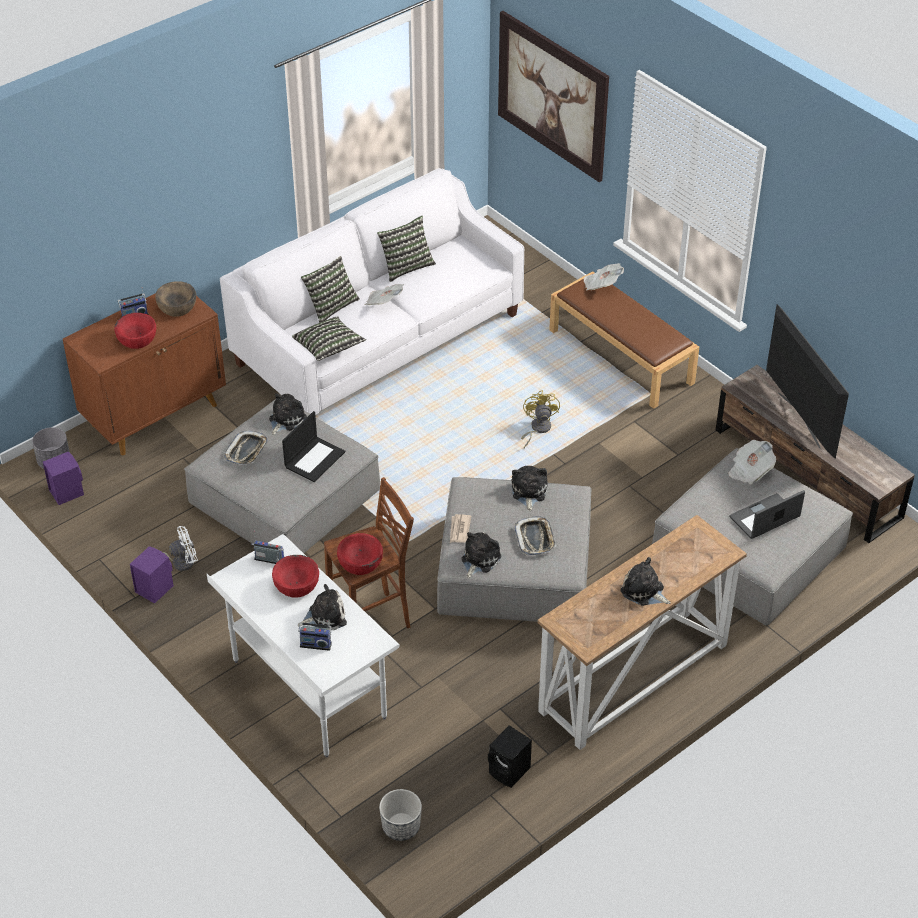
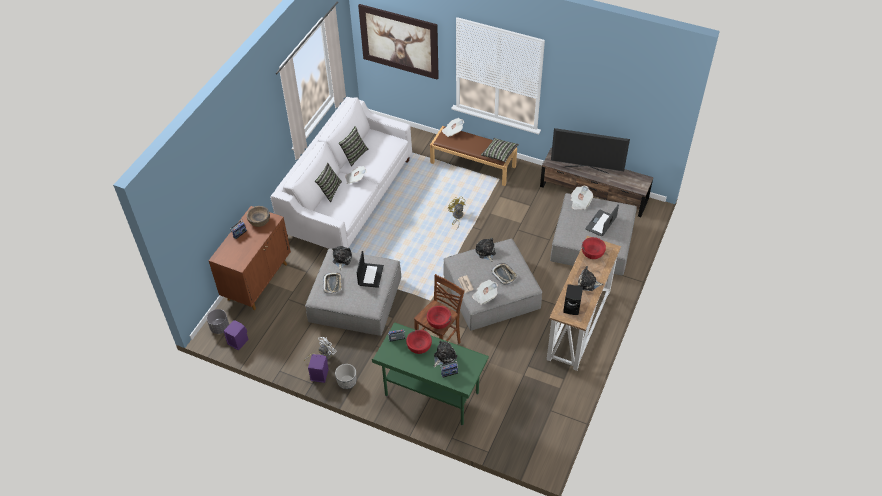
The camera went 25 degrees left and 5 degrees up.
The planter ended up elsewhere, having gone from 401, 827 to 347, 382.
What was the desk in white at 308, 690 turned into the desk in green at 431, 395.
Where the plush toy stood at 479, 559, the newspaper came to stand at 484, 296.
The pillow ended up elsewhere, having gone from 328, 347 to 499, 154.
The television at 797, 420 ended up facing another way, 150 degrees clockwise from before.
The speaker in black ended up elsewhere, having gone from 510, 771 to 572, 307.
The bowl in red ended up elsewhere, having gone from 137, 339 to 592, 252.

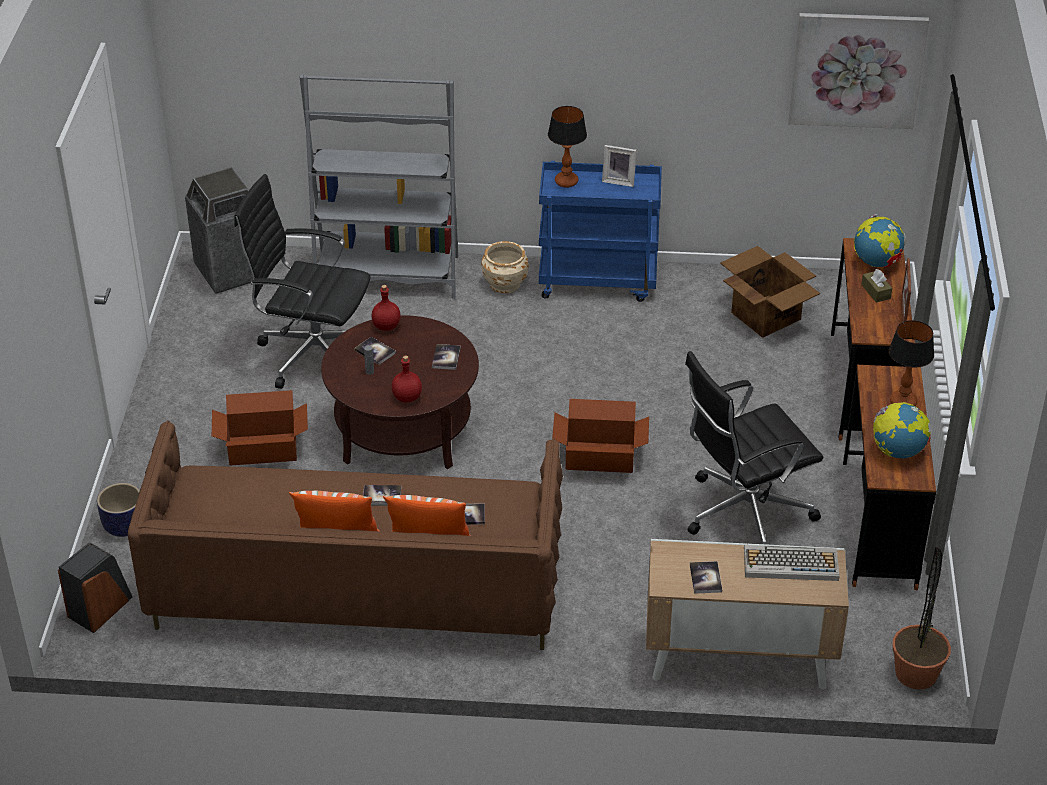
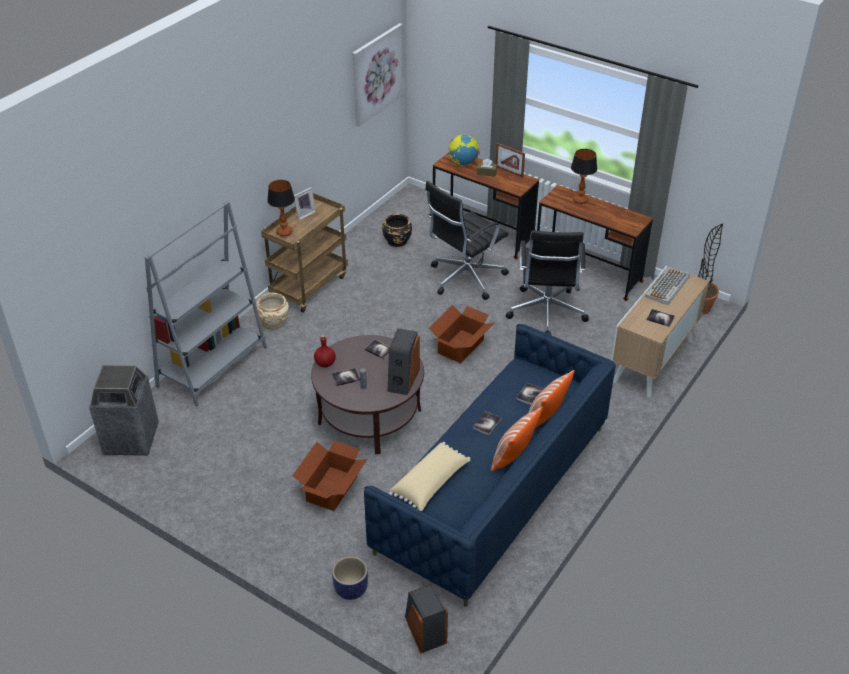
The camera went 60 degrees left and 0 degrees up.
What was the cart in blue at 598, 281 turned into the cart in brown at 309, 286.
What was the sofa in brown at 356, 584 turned into the sofa in blue at 493, 490.
Where the cardboard box stood at 765, 315, the planter in black came to stand at 397, 241.
Where the bottle in red stood at 407, 397, the speaker came to stand at 403, 379.
The second view gained the pillow in beige at 431, 483.
The office chair in black ended up elsewhere, having gone from 313, 353 to 465, 278.
The second view lost the globe at 898, 451.

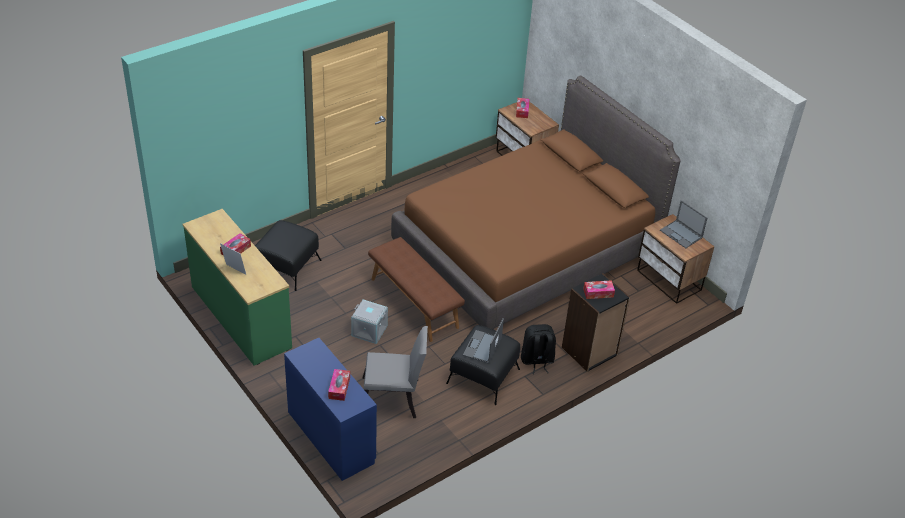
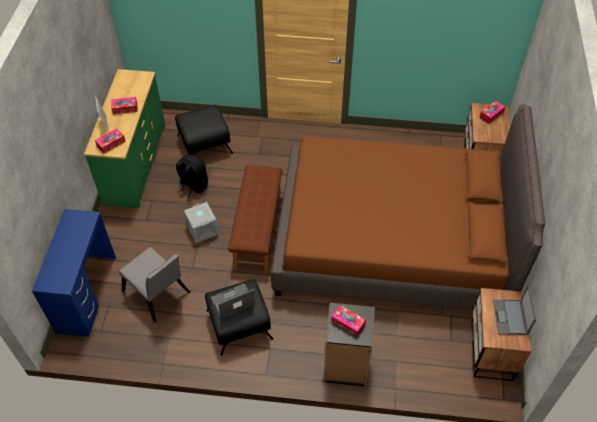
The camera went 45 degrees right and 10 degrees up.
The tissue box ended up elsewhere, having gone from 339, 388 to 111, 144.
The backpack in black ended up elsewhere, having gone from 537, 361 to 193, 185.

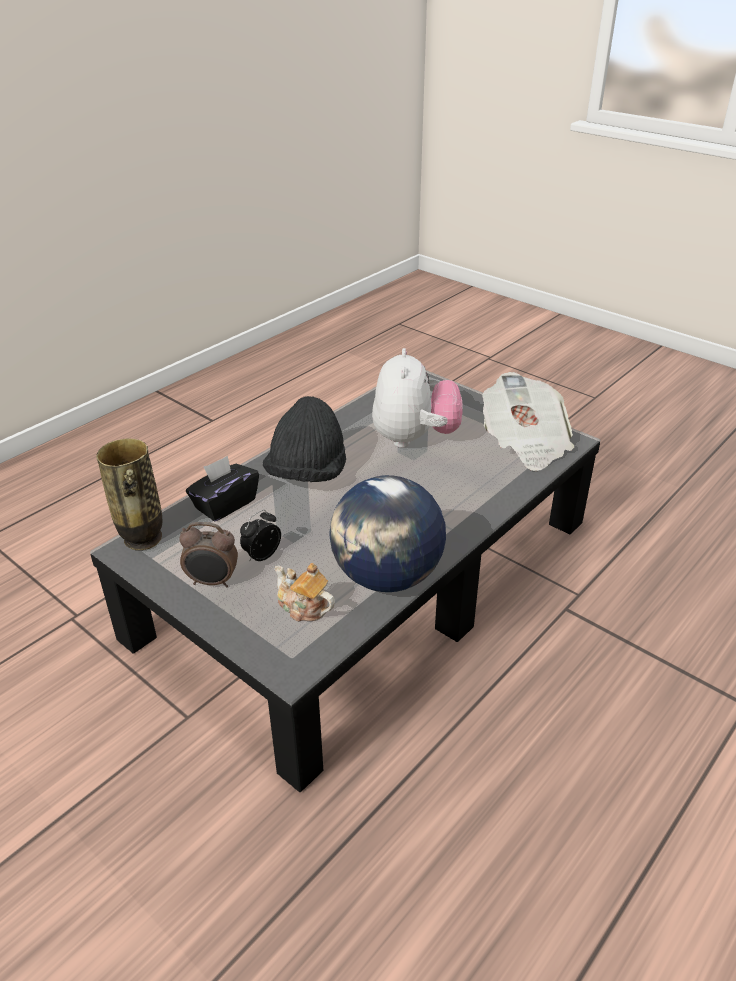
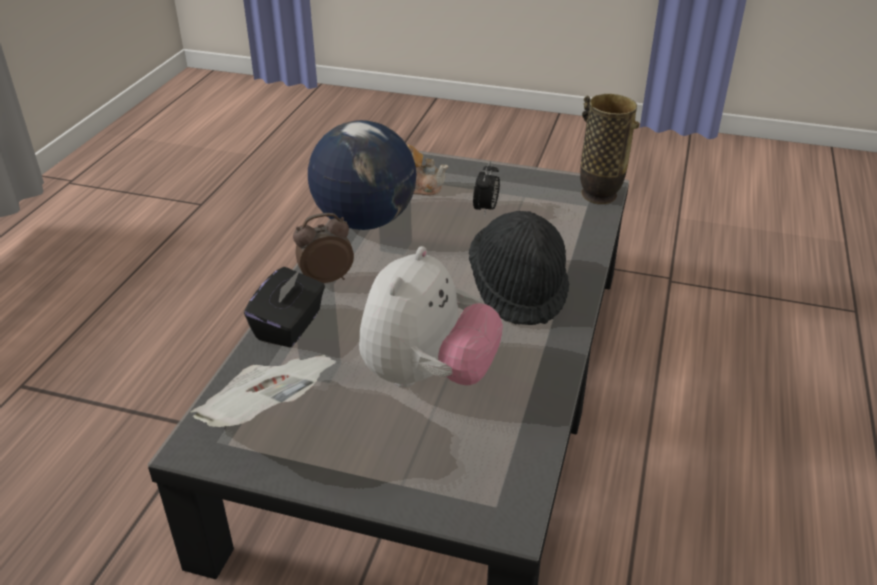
The camera went 155 degrees right and 0 degrees up.
The tissue box in black ended up elsewhere, having gone from 225, 504 to 289, 326.
The alarm clock ended up elsewhere, having gone from 212, 582 to 326, 279.
The plush toy at 414, 438 ended up facing another way, 135 degrees counterclockwise from before.

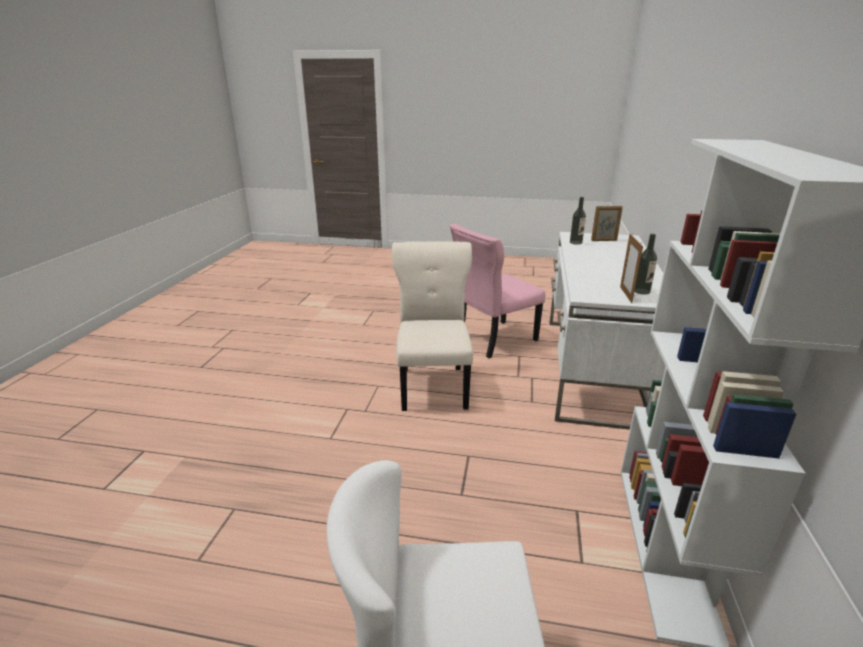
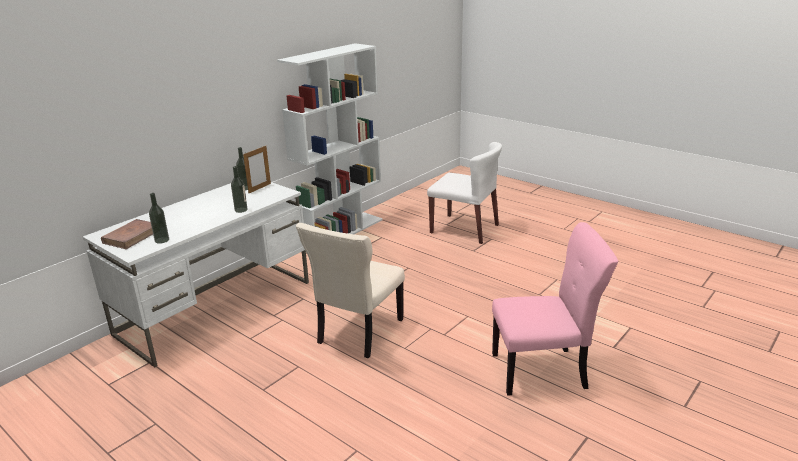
The camera went 150 degrees left and 0 degrees up.
Where the picture frame stood at 604, 240, the book in brown came to stand at 132, 236.
The second view gained the bottle at 241, 210.
The chair in pink ended up elsewhere, having gone from 493, 340 to 543, 371.

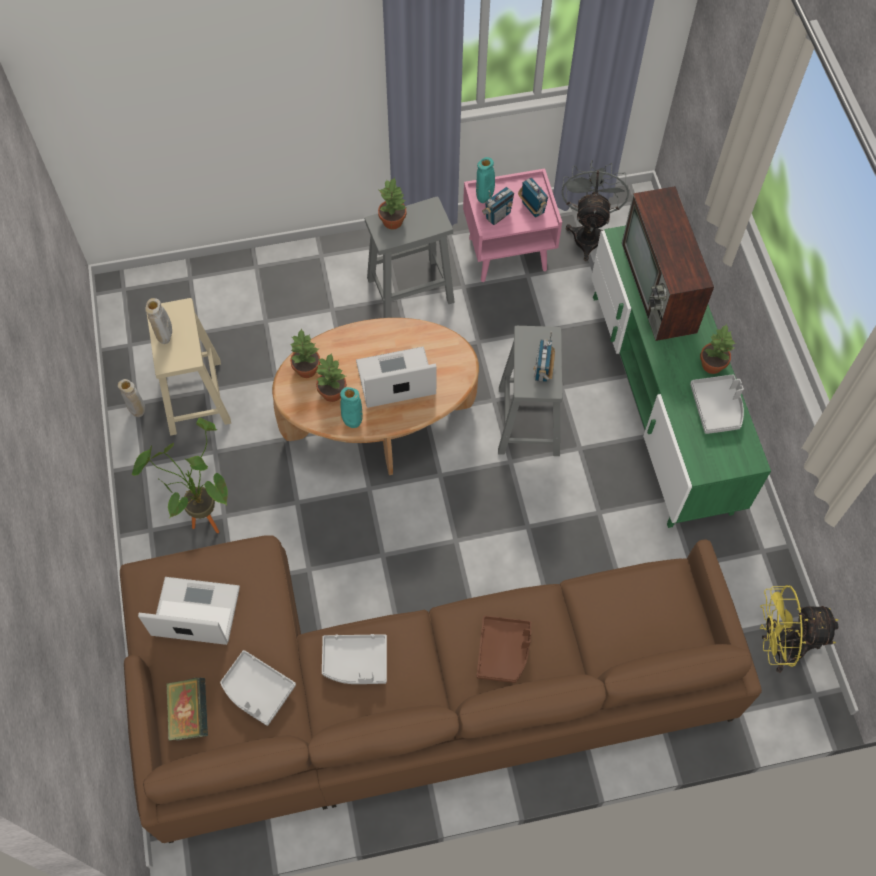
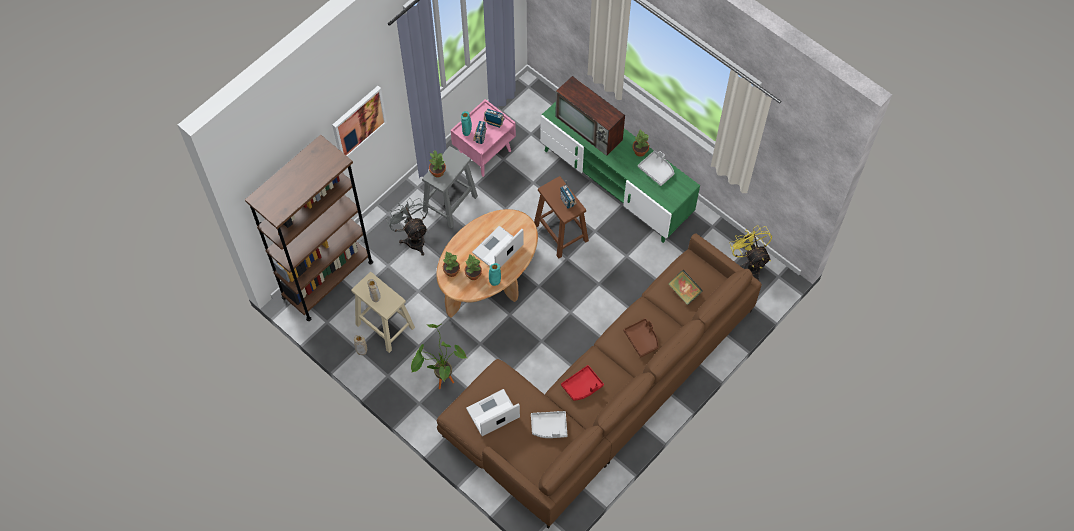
The camera went 35 degrees left and 0 degrees up.
The second view gained the bookcase in brown at 327, 279.
The second view gained the picture at 358, 122.
The fan in grey ended up elsewhere, having gone from 588, 233 to 413, 238.
What was the stool in grey at 529, 422 turned into the stool in brown at 561, 233.
What was the tray in grey at 355, 662 turned into the tray in red at 582, 386.
The book ended up elsewhere, having gone from 190, 714 to 684, 291.
The fan in yellow at 779, 646 ended up facing another way, 105 degrees clockwise from before.

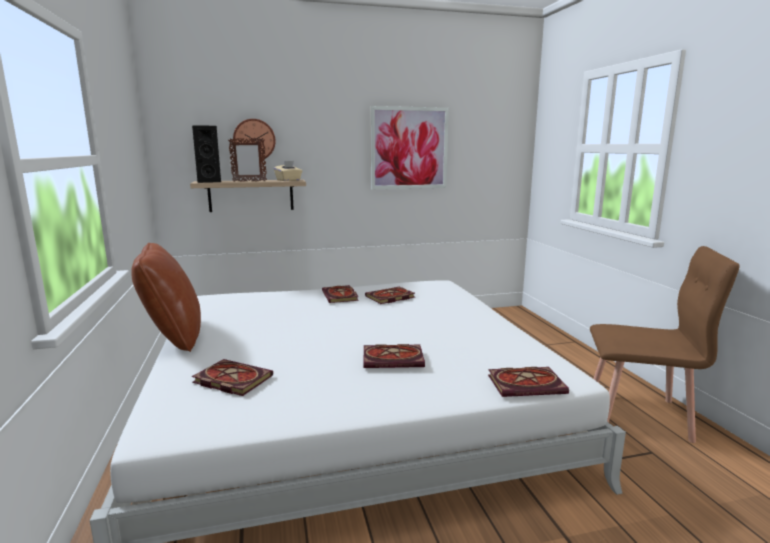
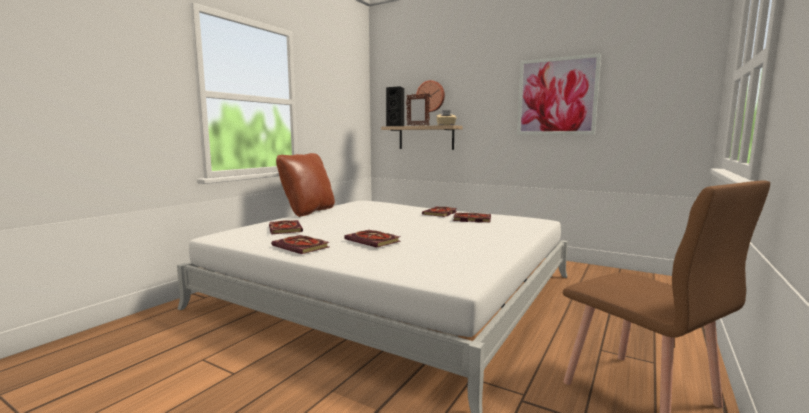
The camera went 45 degrees right and 5 degrees down.
The book ended up elsewhere, having gone from 527, 384 to 302, 247.

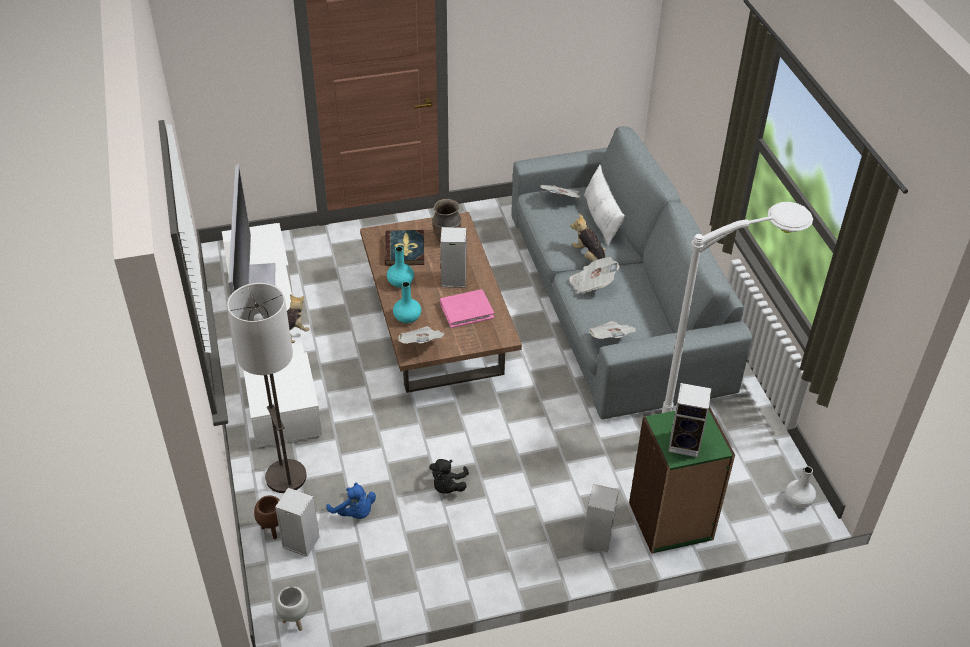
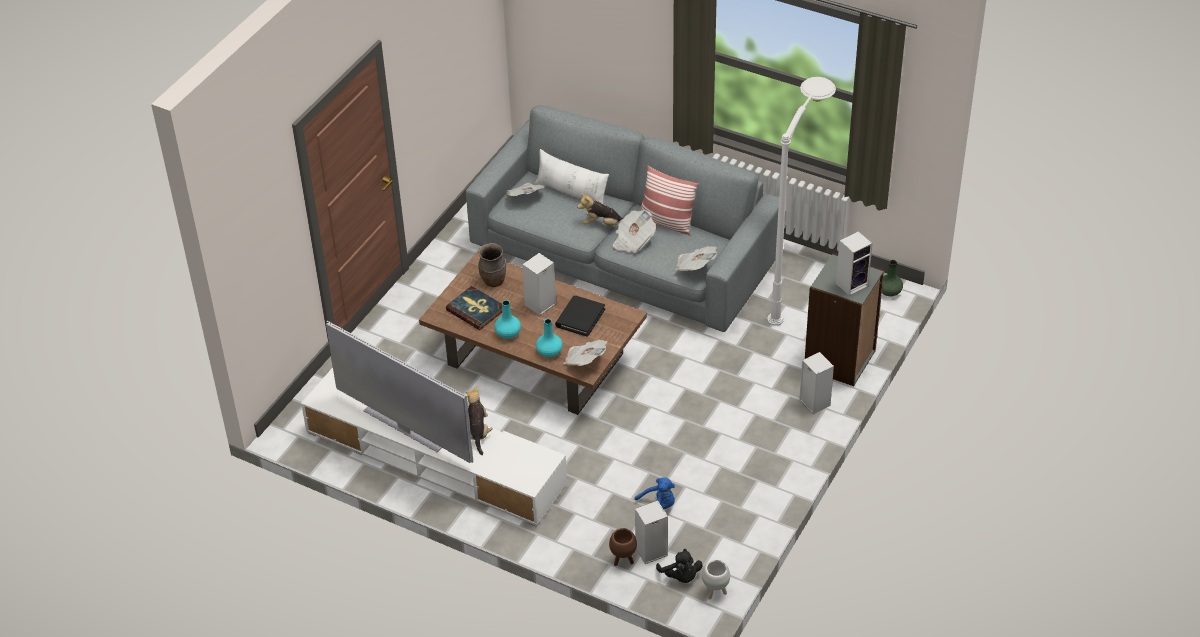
The camera went 45 degrees left and 0 degrees up.
What was the book in pink at 466, 310 turned into the book in black at 580, 318.
The second view gained the pillow at 666, 222.
The plush toy in black ended up elsewhere, having gone from 447, 486 to 680, 576.
What was the bookcase in green at 670, 522 turned into the bookcase in grey at 840, 360.
What was the vase in white at 798, 500 turned into the vase in green at 890, 292.
The second view lost the floor lamp at 285, 477.

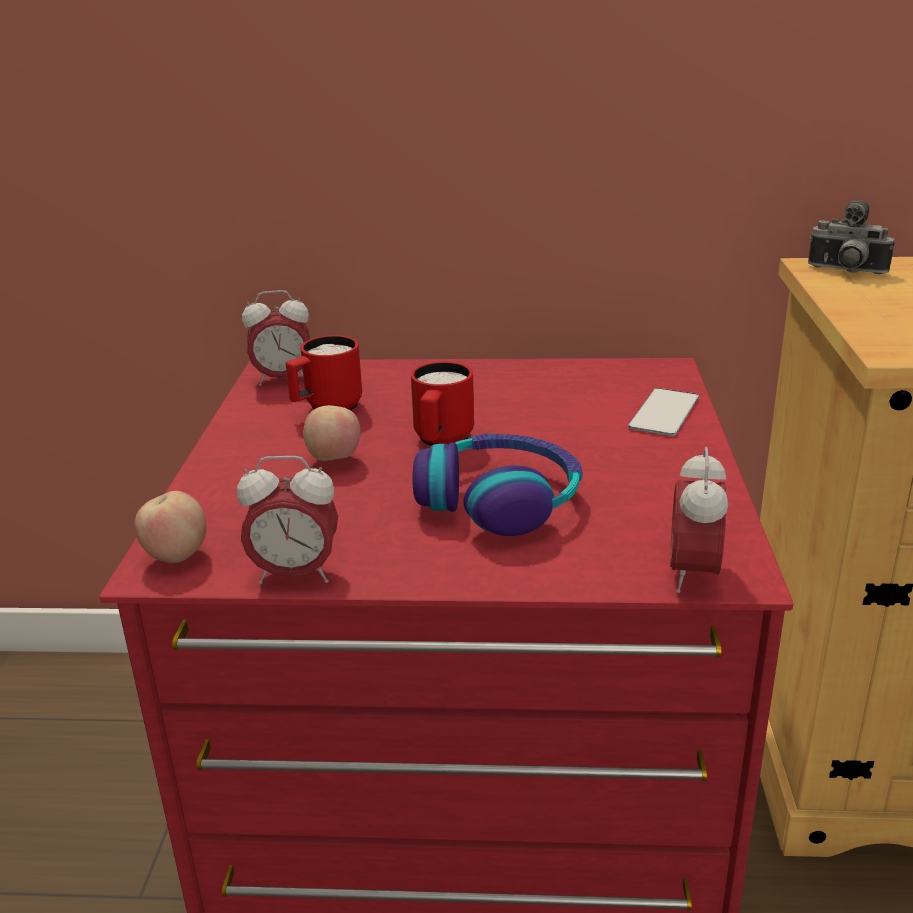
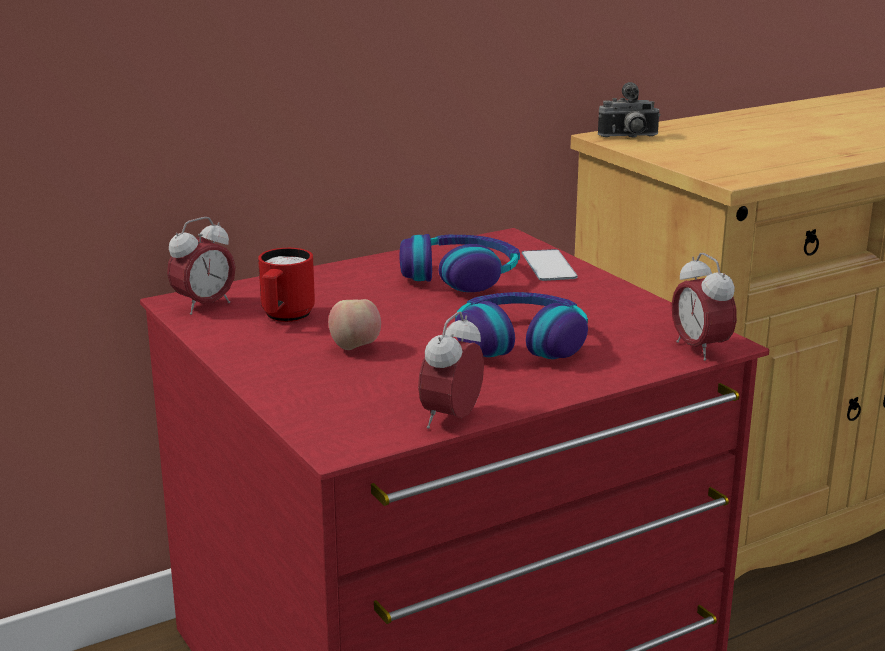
The camera went 35 degrees left and 5 degrees down.
The second view gained the headphones at 461, 276.
The alarm clock at 295, 575 ended up facing another way, 150 degrees clockwise from before.
The second view lost the apple at 177, 556.
The second view lost the mug in red at 441, 442.

